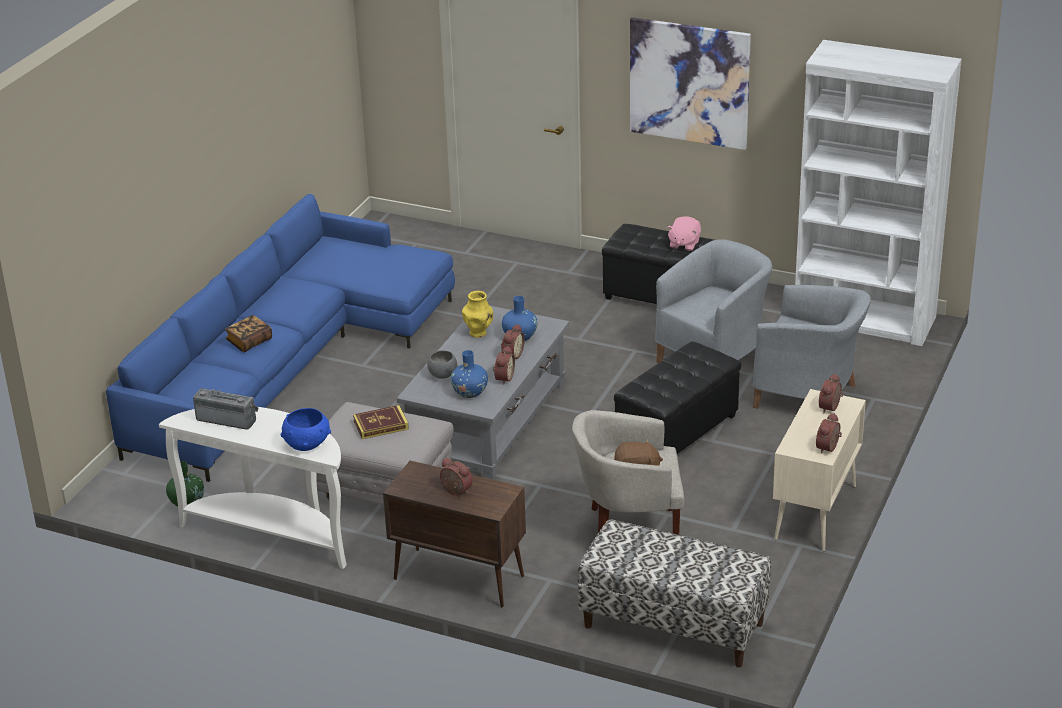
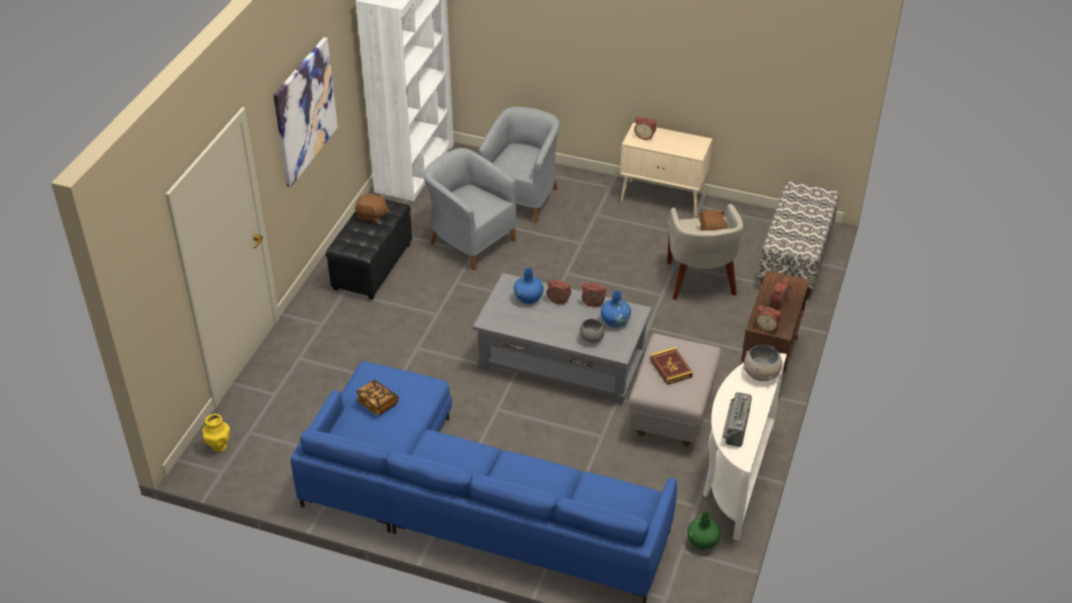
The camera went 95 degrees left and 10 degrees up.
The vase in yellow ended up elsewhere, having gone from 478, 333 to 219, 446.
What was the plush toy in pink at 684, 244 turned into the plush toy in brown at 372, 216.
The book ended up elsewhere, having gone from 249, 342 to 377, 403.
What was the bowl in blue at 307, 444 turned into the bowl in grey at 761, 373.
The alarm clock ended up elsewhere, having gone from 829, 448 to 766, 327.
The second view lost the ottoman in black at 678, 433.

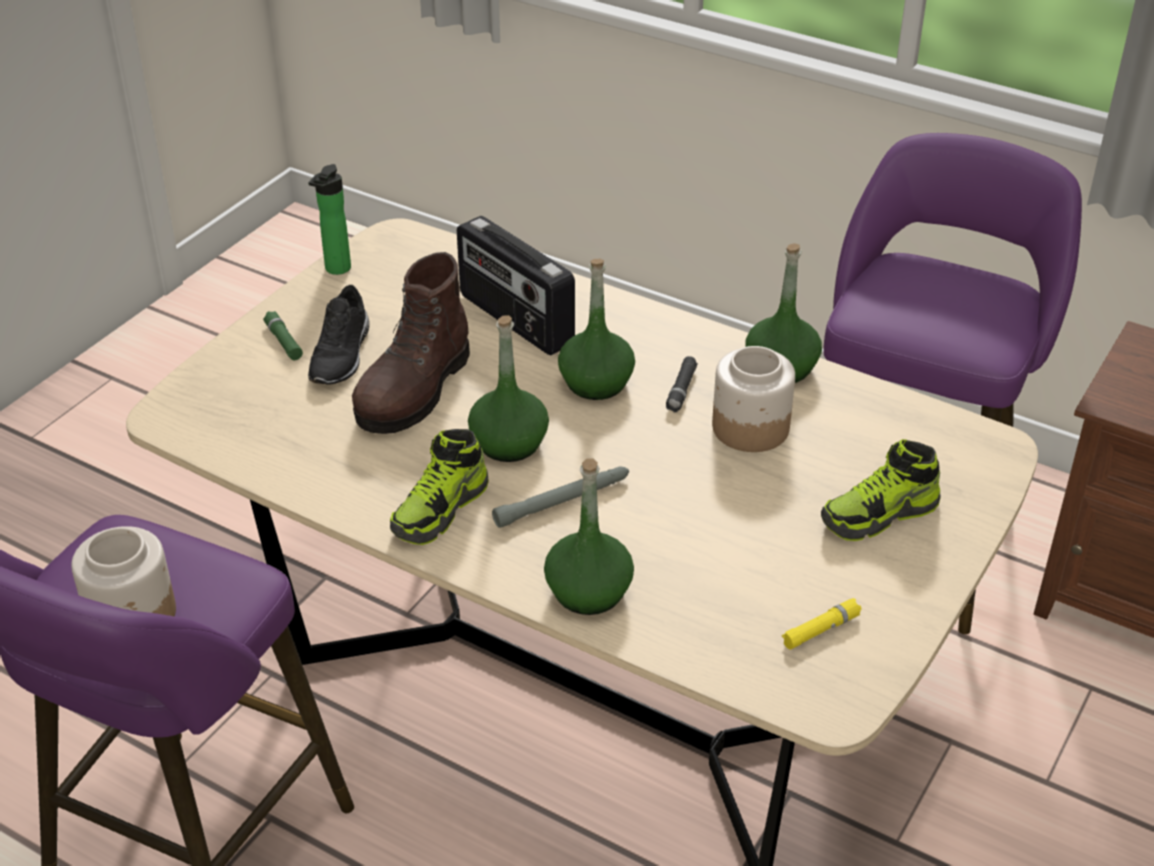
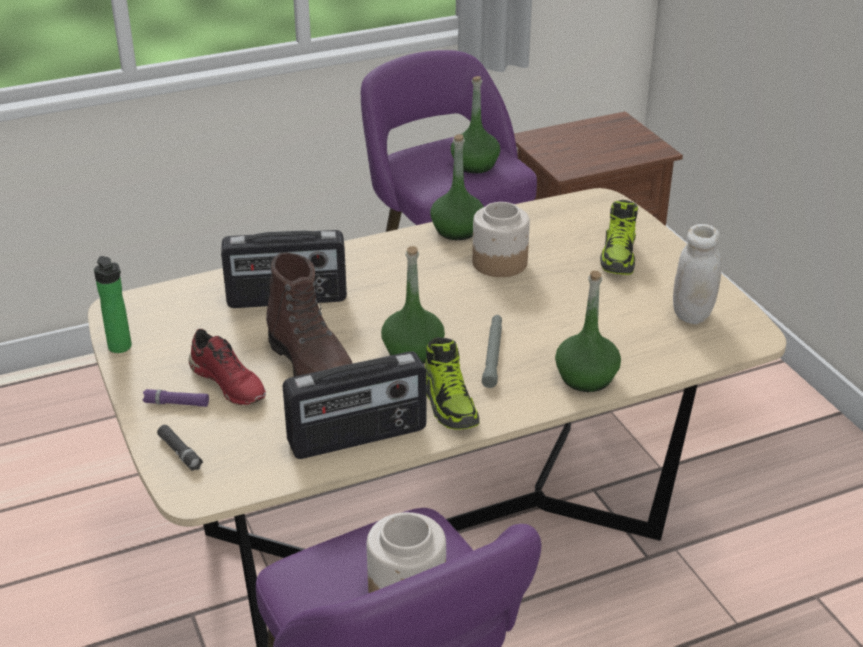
The camera went 55 degrees left and 5 degrees down.
What was the flashlight in green at 283, 341 turned into the flashlight in purple at 176, 403.
The flashlight in black ended up elsewhere, having gone from 681, 390 to 180, 452.
What was the shoe in black at 342, 355 turned into the shoe in red at 229, 383.
The second view gained the radio at 358, 437.
The bottle in green ended up elsewhere, having gone from 595, 383 to 474, 165.
Where the flashlight in yellow stood at 820, 630, the jar in white came to stand at 692, 314.

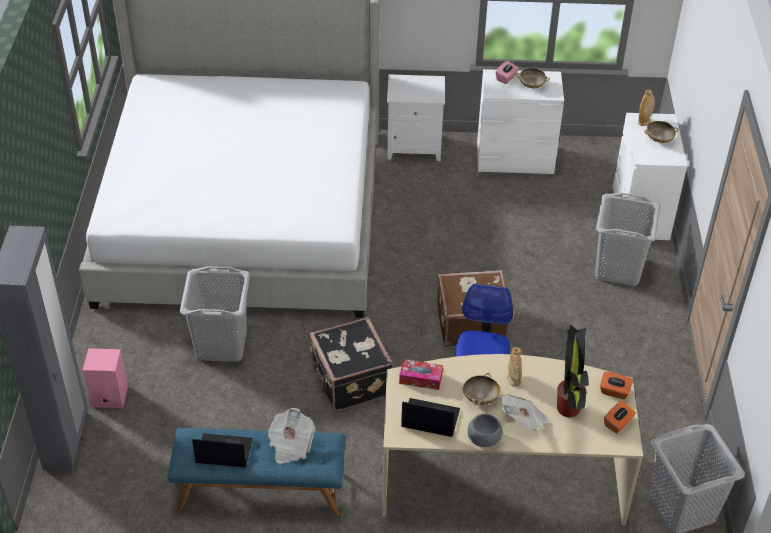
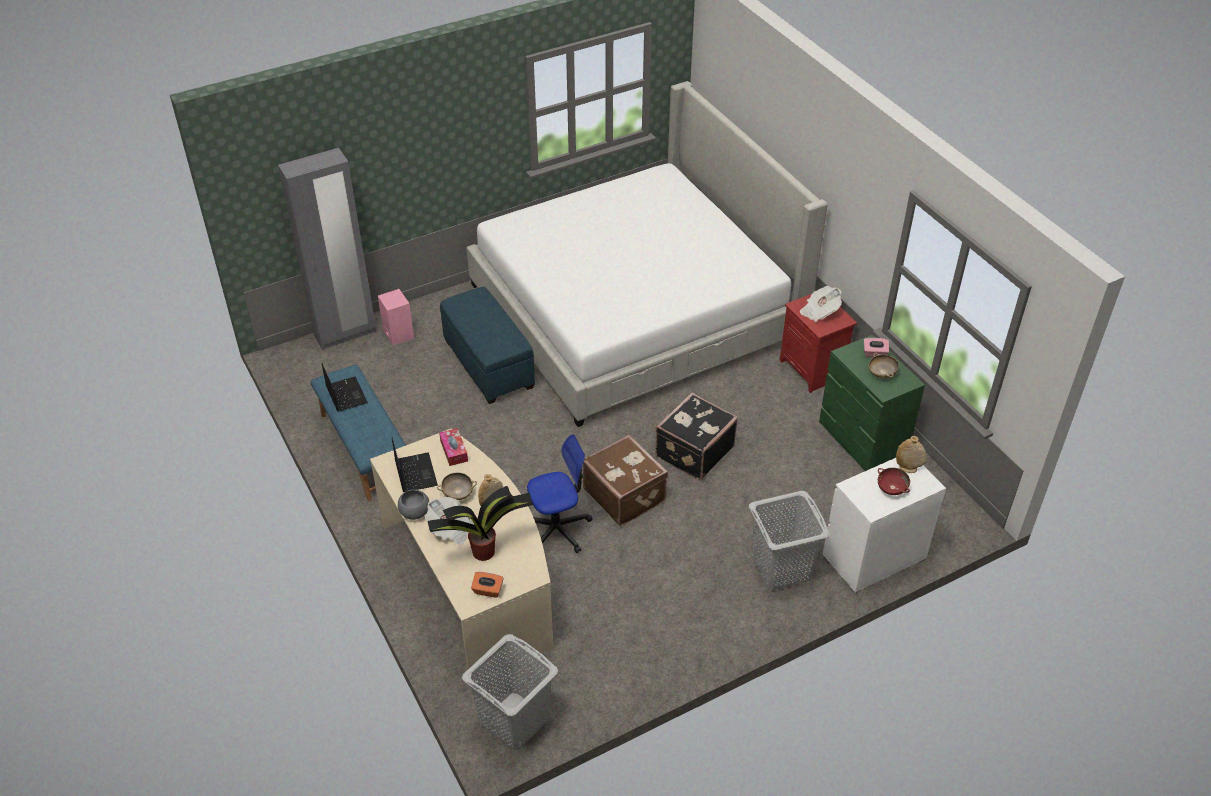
The camera went 60 degrees right and 0 degrees up.
Where the laundry basket in grey stood at 222, 344, the ottoman in blue came to stand at 489, 364.
The suitcase in black ended up elsewhere, having gone from 350, 381 to 693, 451.
What was the nightstand in white at 415, 146 turned into the nightstand in red at 813, 370.
The newspaper ended up elsewhere, having gone from 290, 445 to 819, 311.
What was the dresser in white at 515, 159 turned into the dresser in green at 862, 440.
What was the bowl in beige at 659, 139 turned into the bowl in red at 891, 488.
The second view lost the tissue box in orange at 614, 392.

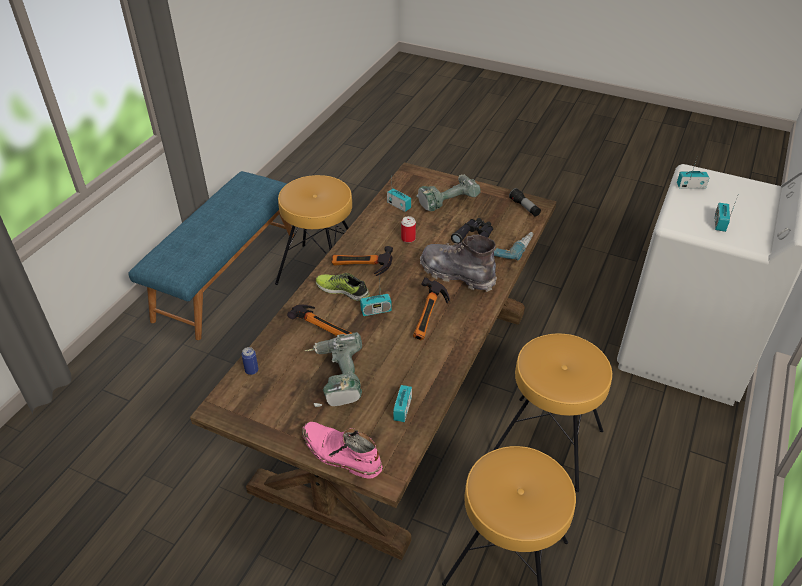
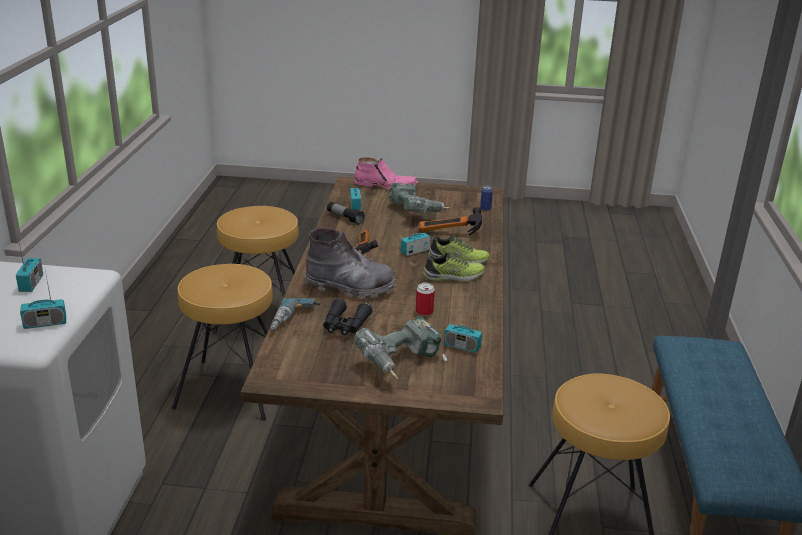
The camera went 160 degrees right and 15 degrees down.
The flashlight ended up elsewhere, having gone from 524, 207 to 345, 218.
Where the hammer stood at 361, 270, the shoe came to stand at 454, 277.

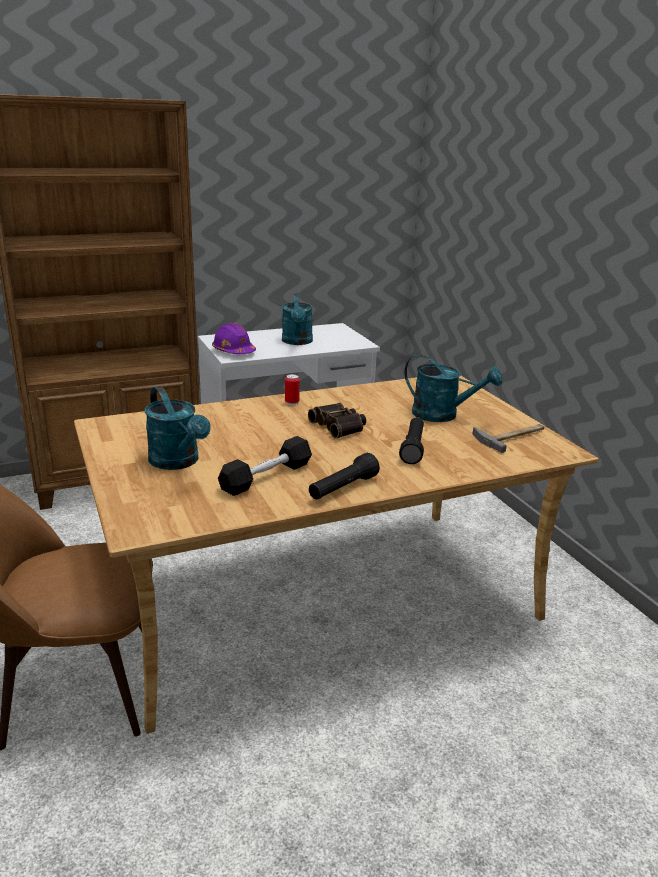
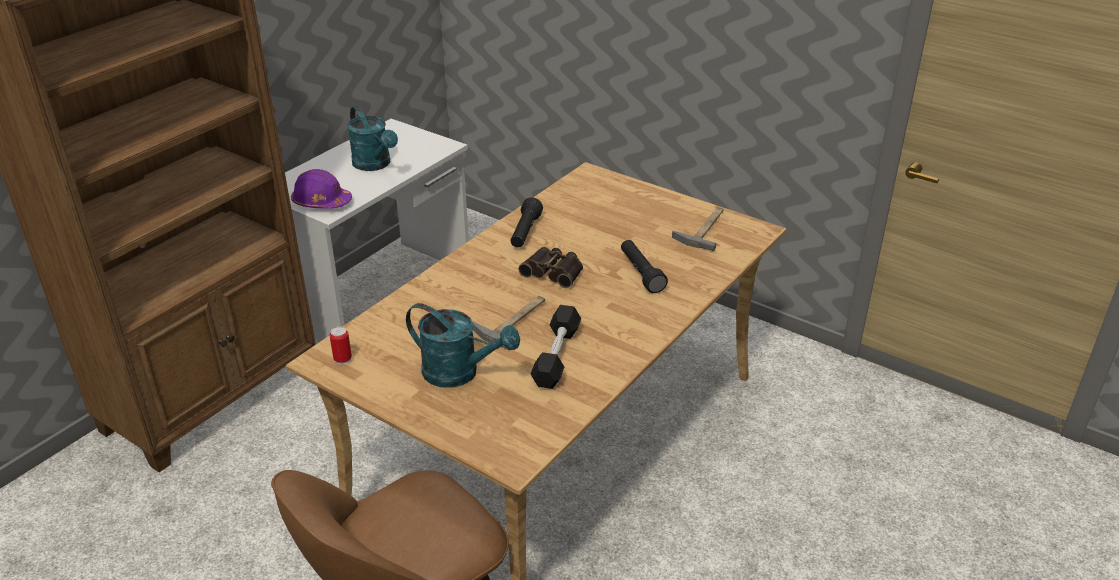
The camera went 30 degrees left and 10 degrees up.
The can ended up elsewhere, having gone from 292, 402 to 342, 359.
The second view gained the hammer at 514, 320.
The flashlight in black ended up elsewhere, having gone from 342, 488 to 525, 232.
The second view lost the watering can in turquoise at 443, 415.

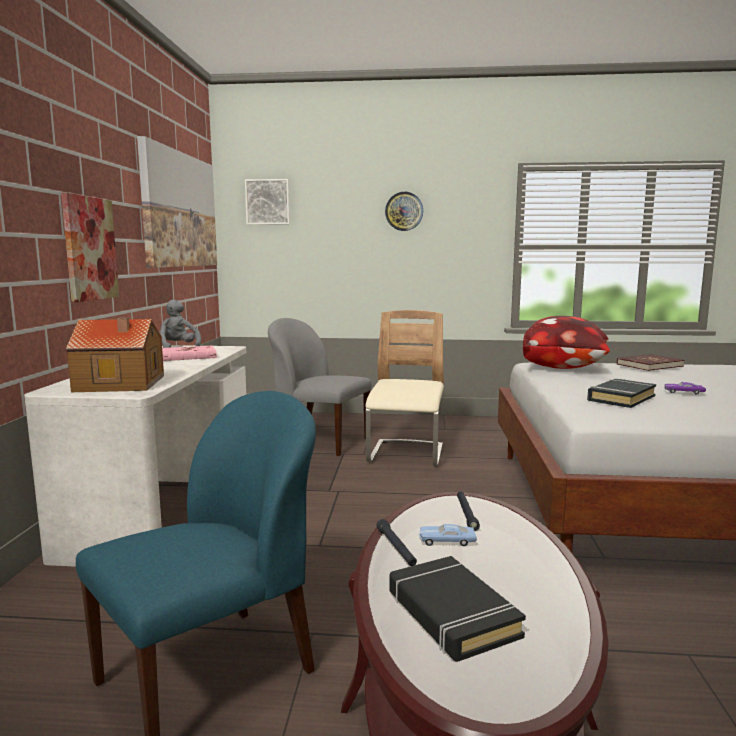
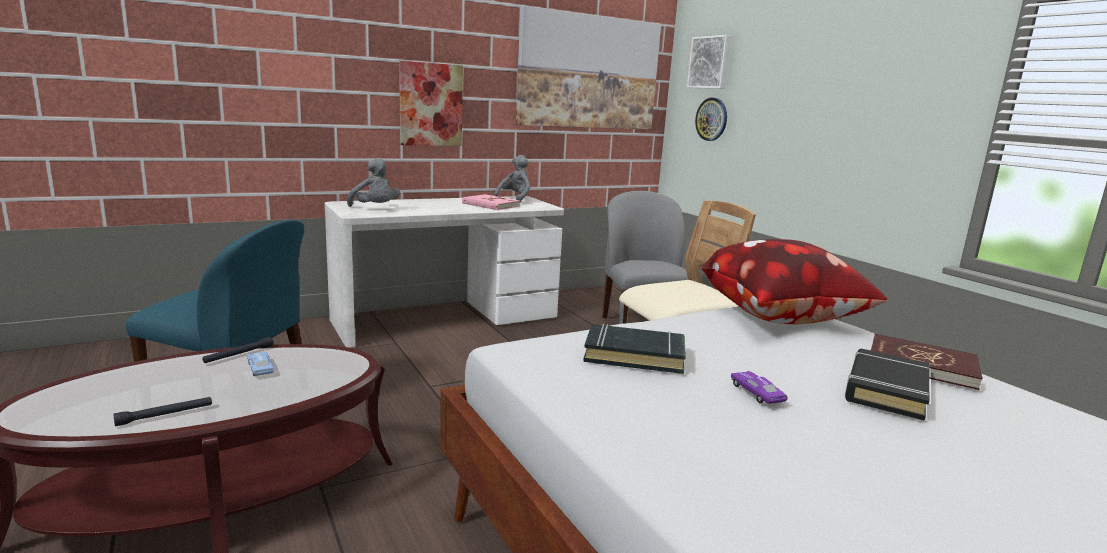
The camera went 55 degrees right and 5 degrees up.
The flashlight in black ended up elsewhere, having gone from 466, 514 to 165, 415.
Where the toy house stood at 121, 384, the plush toy in grey came to stand at 375, 208.
The wall clock ended up elsewhere, having gone from 404, 211 to 712, 119.
The book in black ended up elsewhere, having gone from 451, 614 to 885, 390.

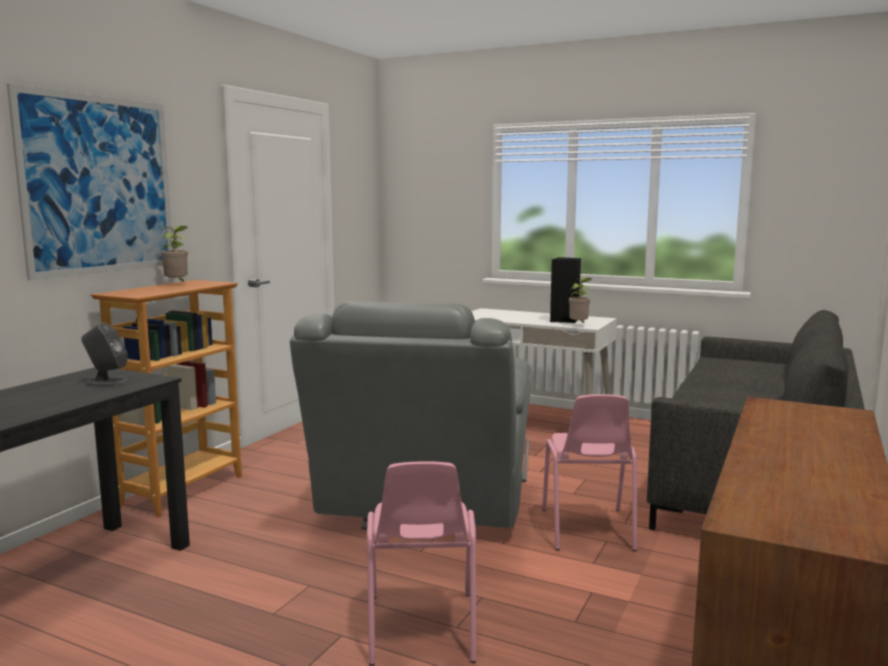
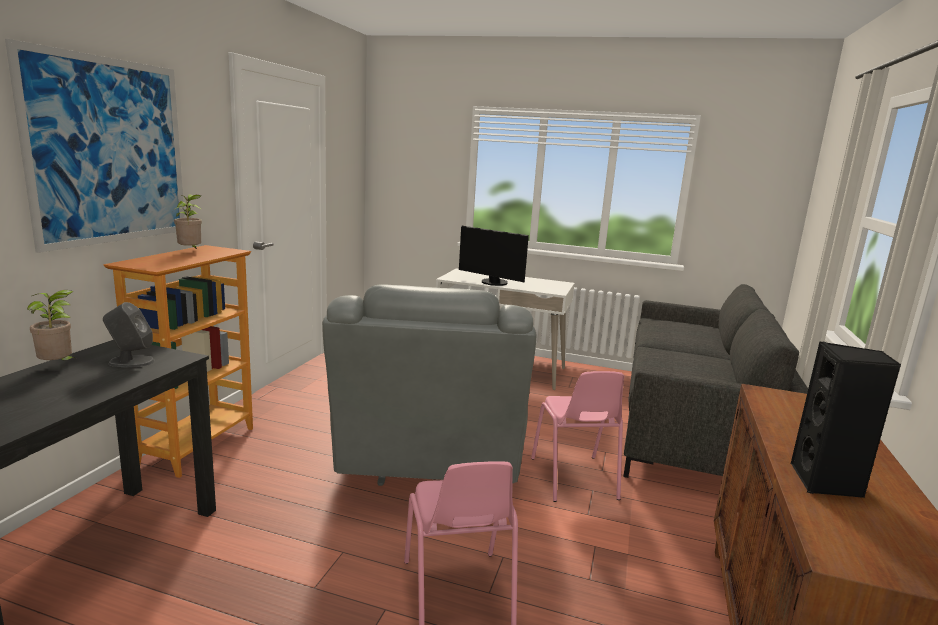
The camera went 10 degrees left and 5 degrees up.
The potted plant ended up elsewhere, having gone from 579, 325 to 59, 366.
The second view gained the monitor at 493, 283.
The speaker in black ended up elsewhere, having gone from 564, 320 to 826, 482.

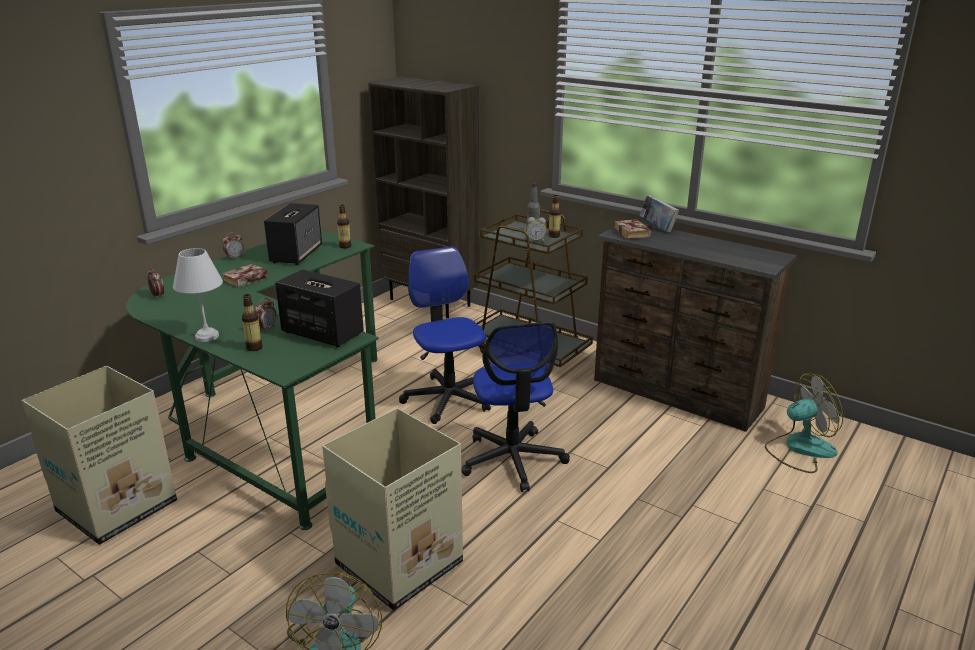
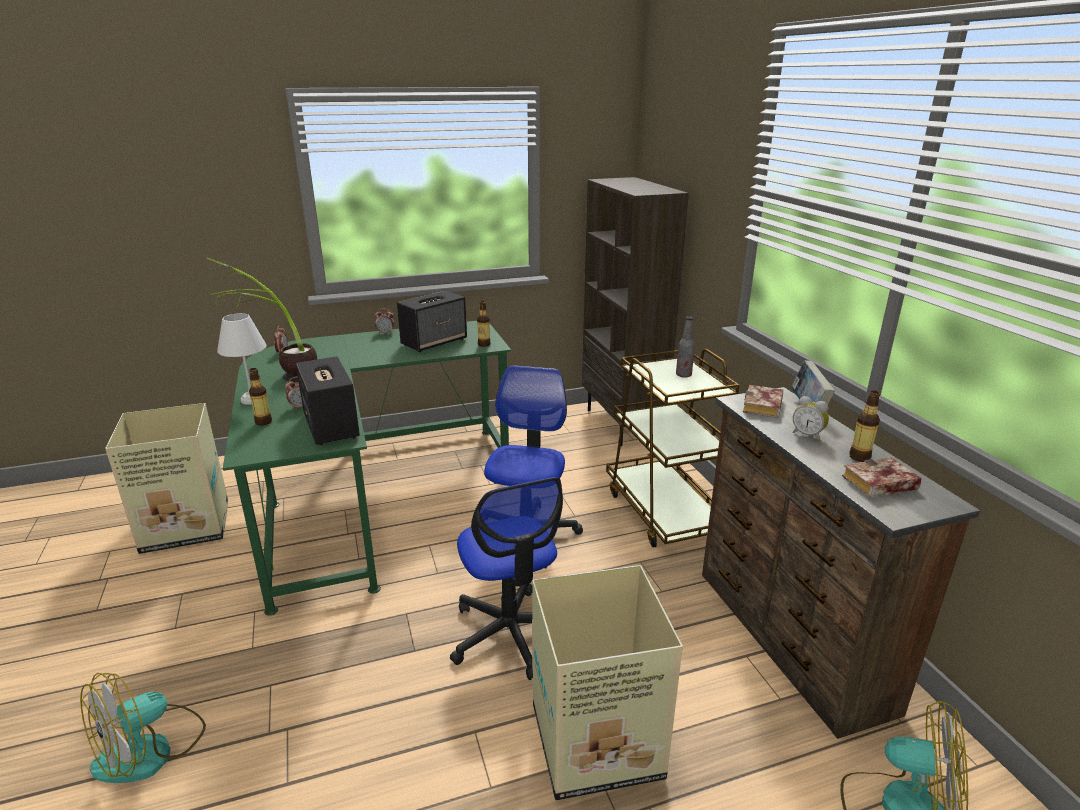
The camera went 35 degrees right and 0 degrees up.
The second view gained the potted plant at 279, 375.
The office chair at 512, 460 ended up facing another way, 45 degrees counterclockwise from before.
The cardboard box ended up elsewhere, having gone from 401, 562 to 598, 742.
The alarm clock ended up elsewhere, having gone from 536, 241 to 808, 435.
The book ended up elsewhere, having gone from 245, 280 to 878, 485.
The bottle ended up elsewhere, having gone from 554, 236 to 859, 457.

